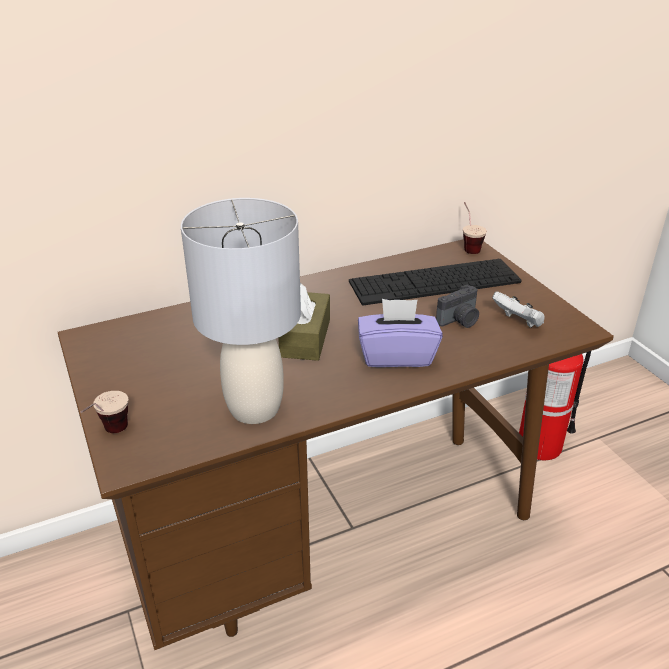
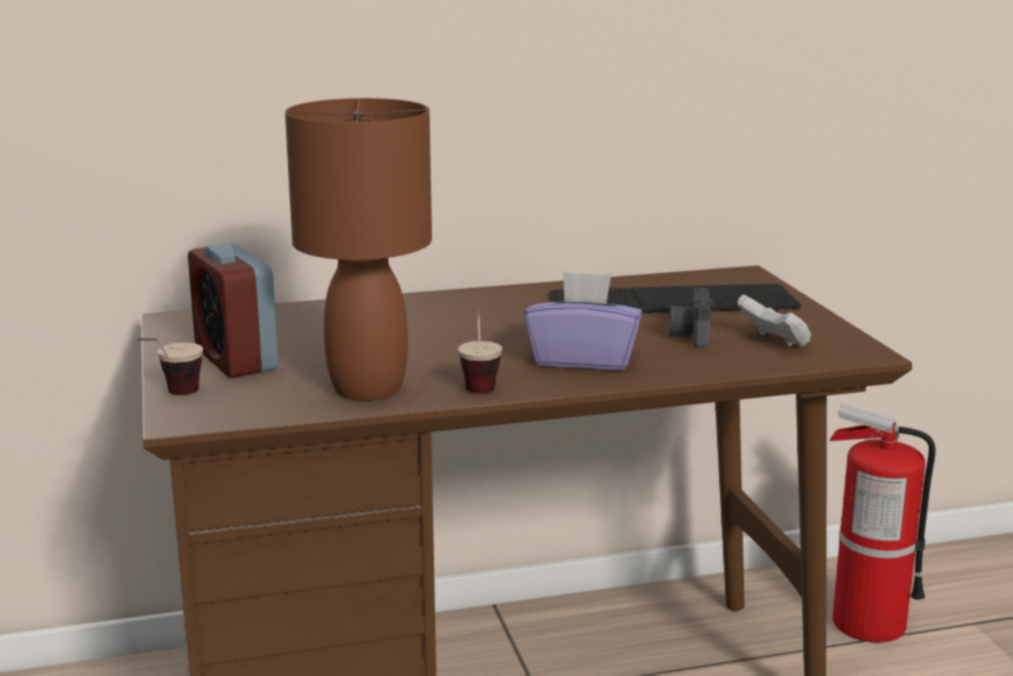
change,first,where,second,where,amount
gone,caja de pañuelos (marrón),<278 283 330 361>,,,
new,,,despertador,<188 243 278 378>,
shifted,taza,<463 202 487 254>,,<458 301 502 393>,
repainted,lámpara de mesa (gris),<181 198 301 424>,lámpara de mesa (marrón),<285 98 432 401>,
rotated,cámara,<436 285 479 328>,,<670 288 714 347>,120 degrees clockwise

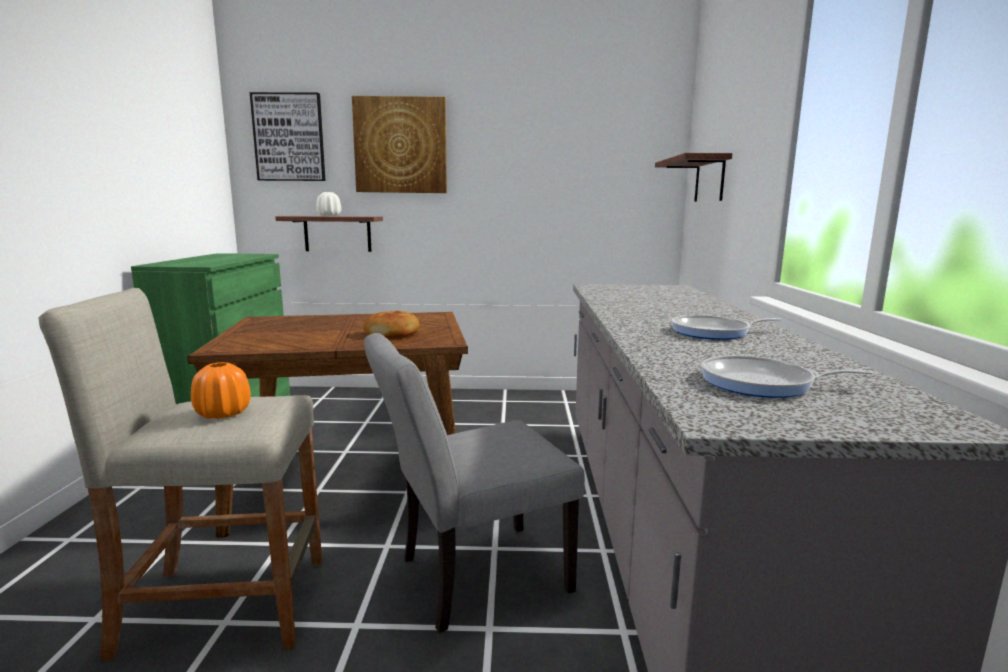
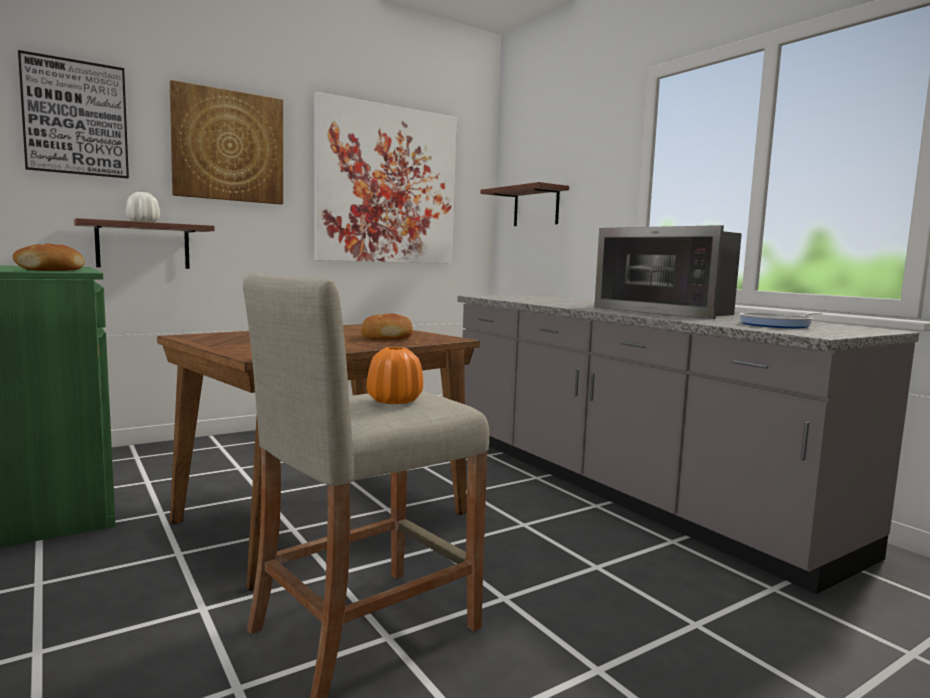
change,first,where,second,where,amount
gone,silla (gris),<364 333 585 633>,,,
new,,,pan,<13 244 85 271>,
new,,,cuadro,<314 92 457 264>,
swapped,sartén,<671 315 782 340>,microondas,<594 225 742 319>,

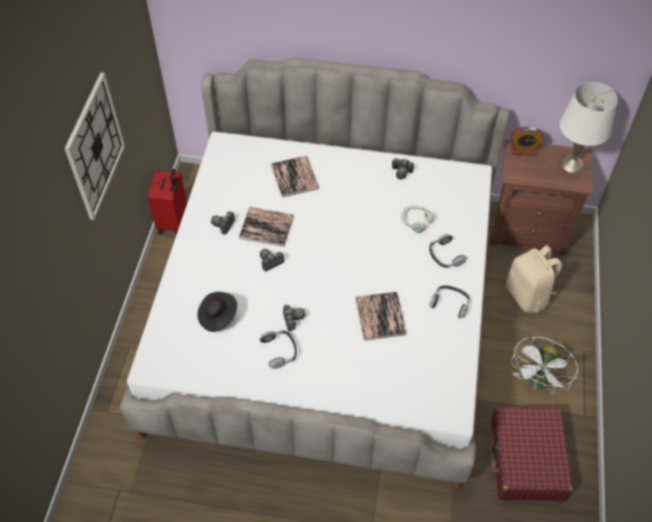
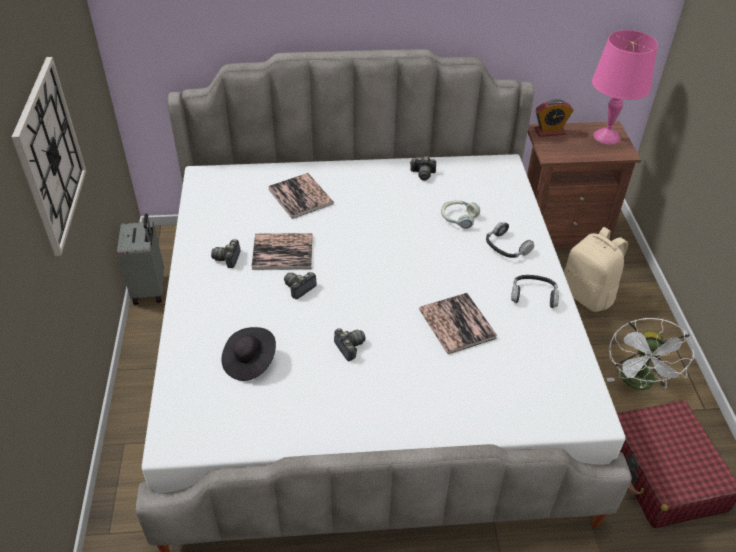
change,first,where,second,where,amount
gone,auriculares,<260 330 297 369>,,,
repainted,maleta (rojo),<148 169 187 235>,maleta (gris),<117 213 164 305>,
repainted,lámpara de mesa (blanco),<560 82 618 173>,lámpara de mesa (rosa),<592 30 658 145>,

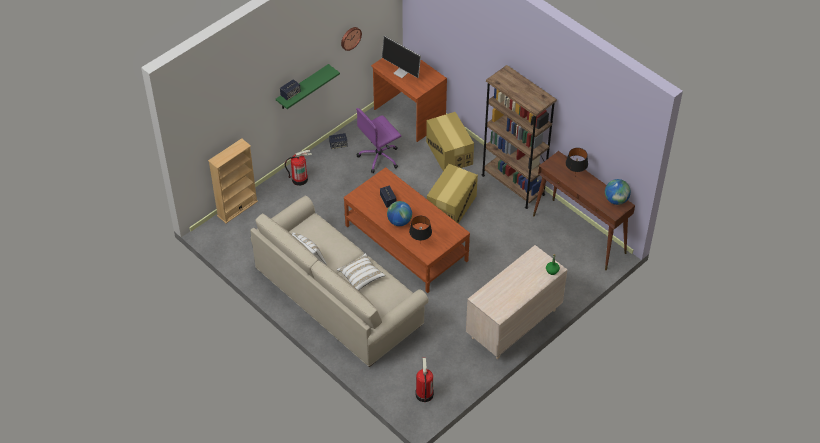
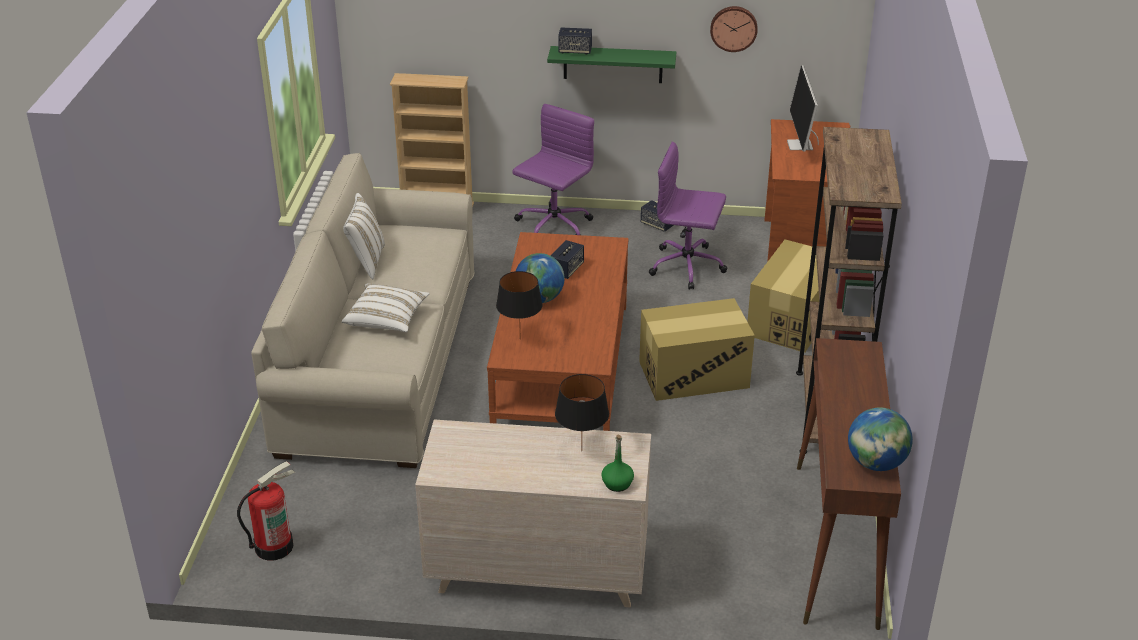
change,first,where,second,where,amount
shifted,lámpara de mesa (negro),<566 148 588 175>,,<555 374 609 452>,
swapped,extintor,<284 149 312 186>,silla de oficina (morado),<512 104 594 235>,

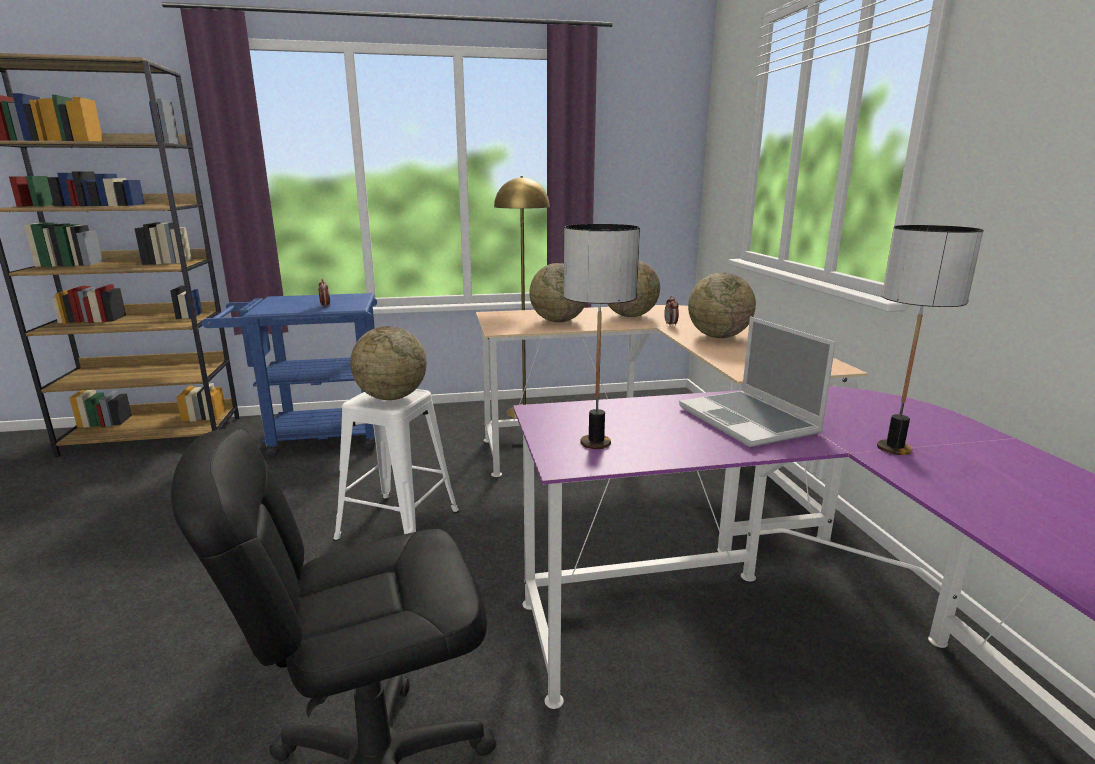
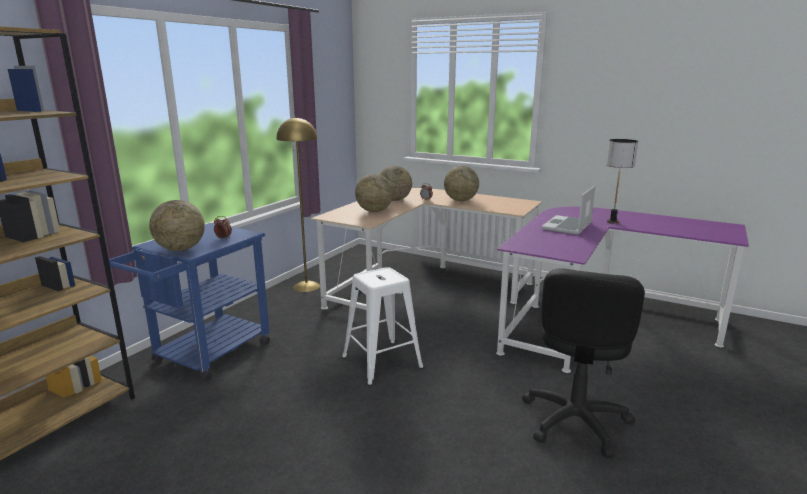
change,first,where,second,where,amount
gone,lámpara de mesa,<563 224 640 449>,,,
shifted,globo terráqueo,<350 326 427 400>,,<149 200 205 251>,
rotated,portátil,<679 317 836 447>,,<541 186 595 235>,105 degrees clockwise

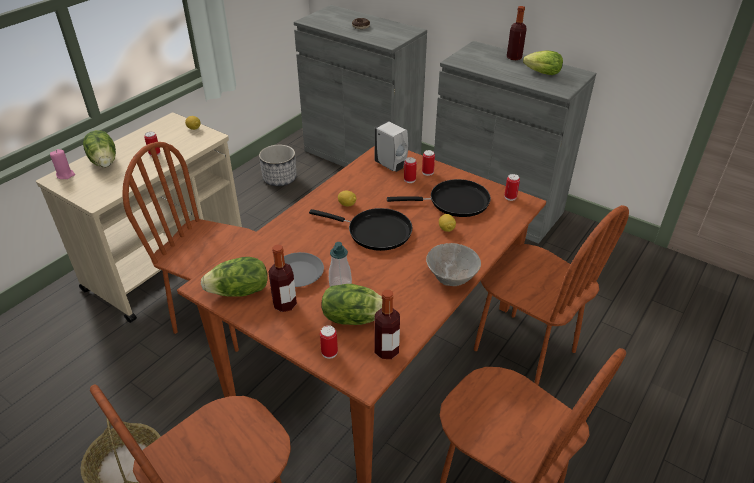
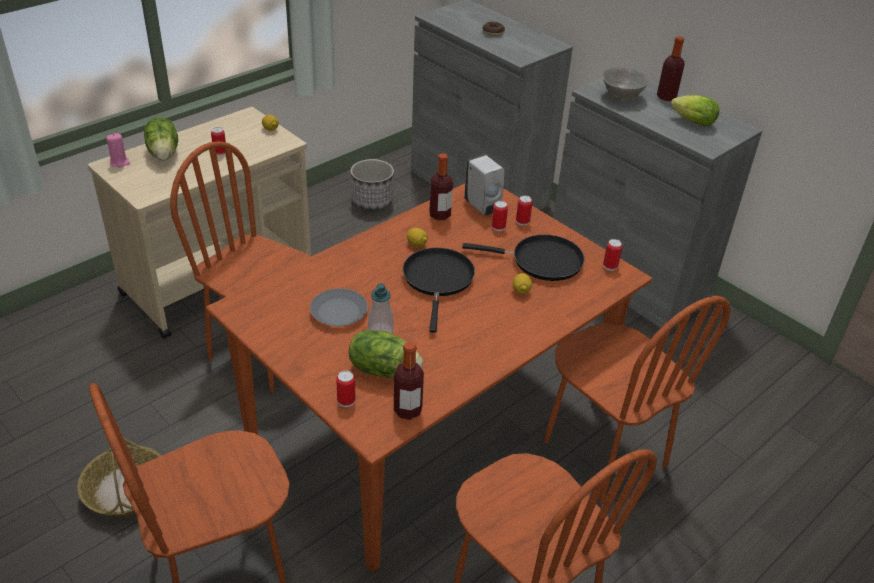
change,first,where,second,where,amount
gone,lechuga,<201 257 268 297>,,,
shifted,botella,<268 244 297 312>,,<429 154 453 220>,
shifted,cuenco (gris),<426 243 481 286>,,<602 67 649 101>,
rotated,sartén (negro),<309 208 412 251>,,<403 248 475 333>,120 degrees counterclockwise

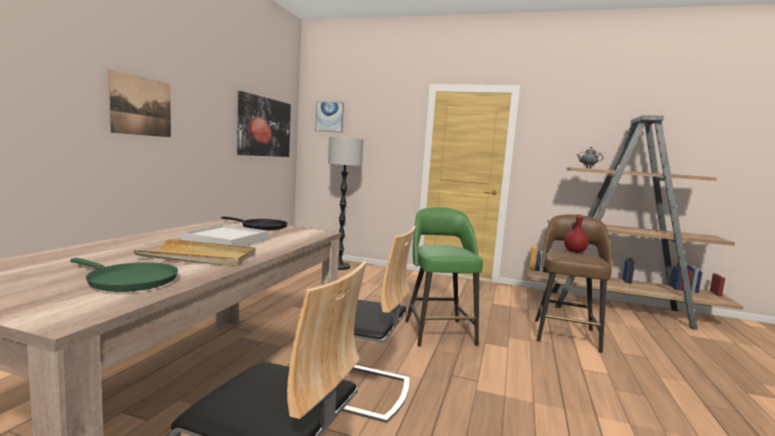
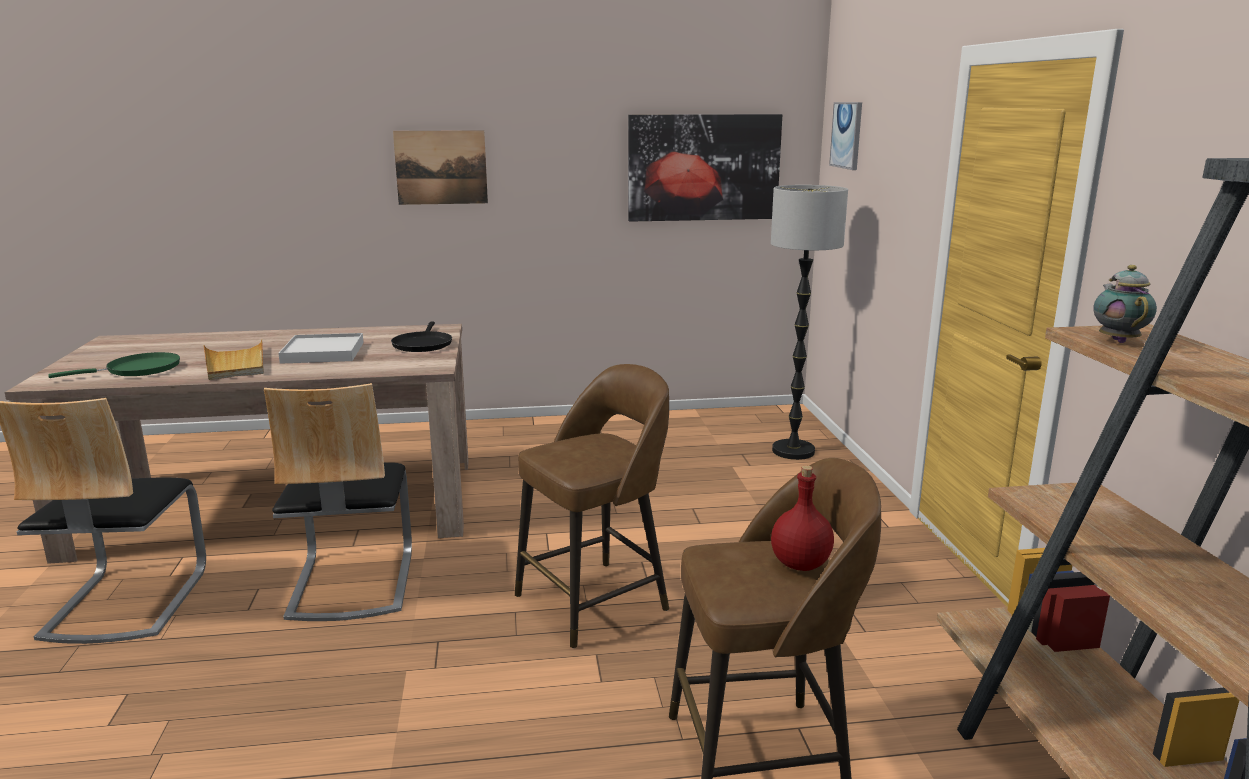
change,first,where,second,where,amount
repainted,taburete (verde),<405 207 483 347>,taburete (marrón),<515 364 669 648>,
rotated,sartén (verde),<70 258 178 292>,,<48 352 180 378>,120 degrees counterclockwise

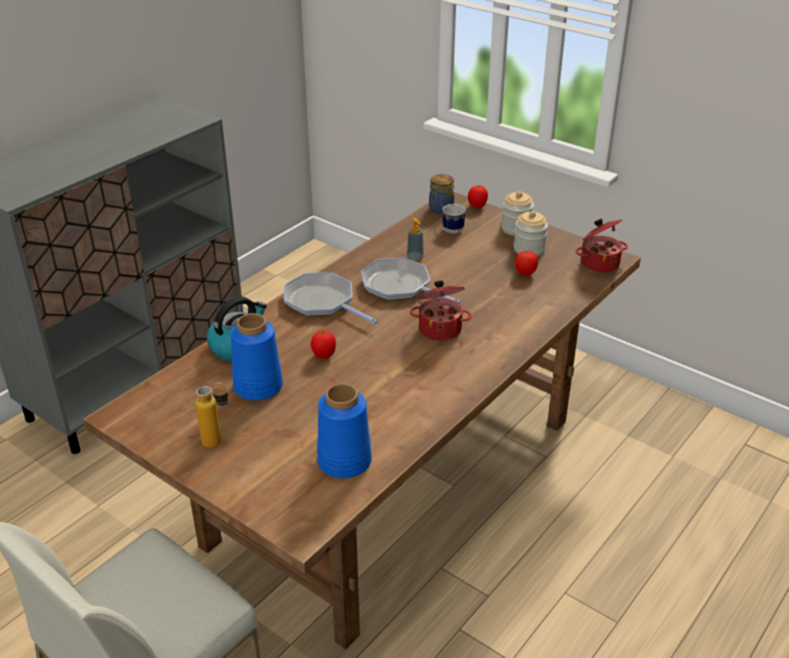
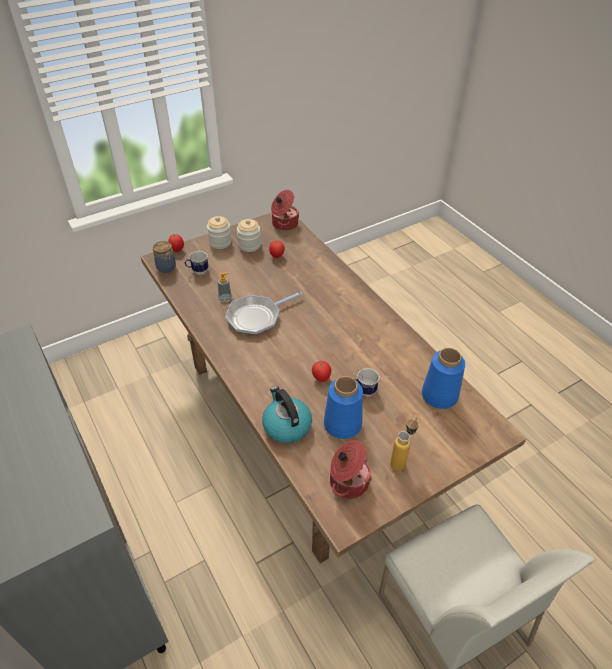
change,first,where,second,where,amount
gone,sartén,<284 272 378 324>,,,
new,,,taza grande,<355 368 380 396>,
shifted,olla,<410 281 472 341>,,<330 440 372 498>,

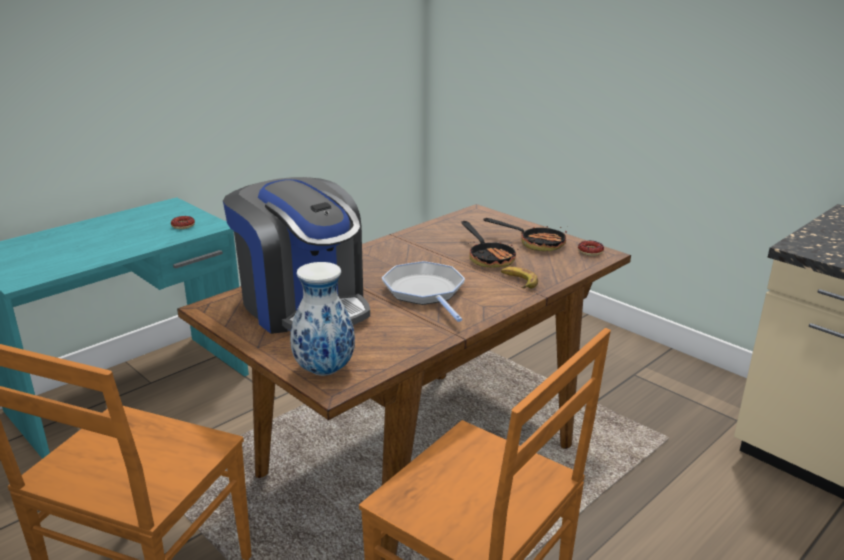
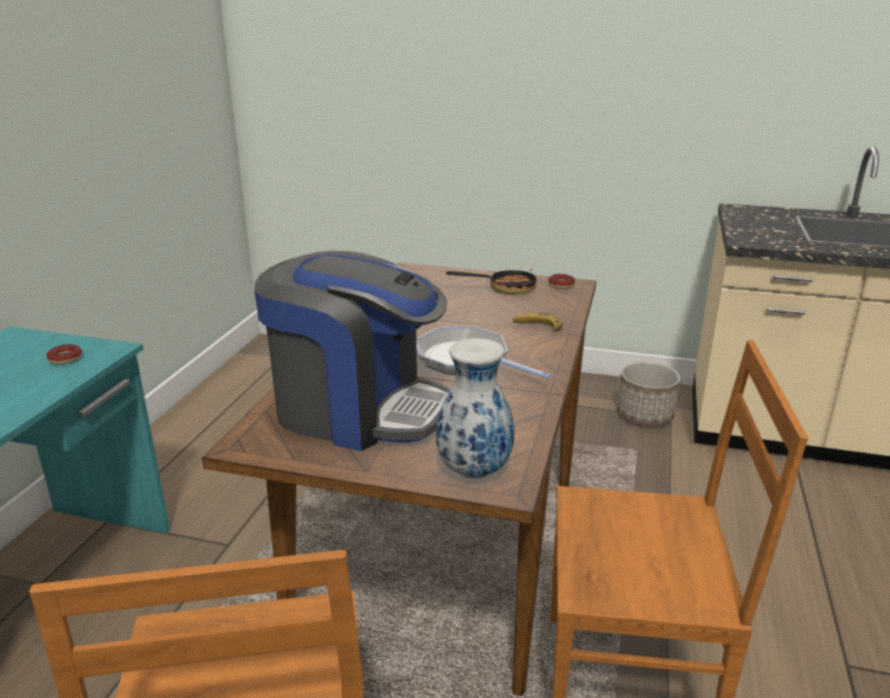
change,first,where,second,where,amount
gone,sartén,<461 221 518 268>,,,
new,,,maceta,<617 362 680 426>,

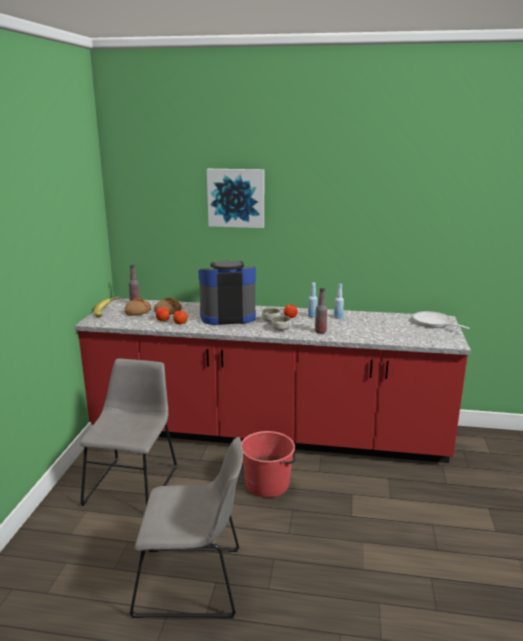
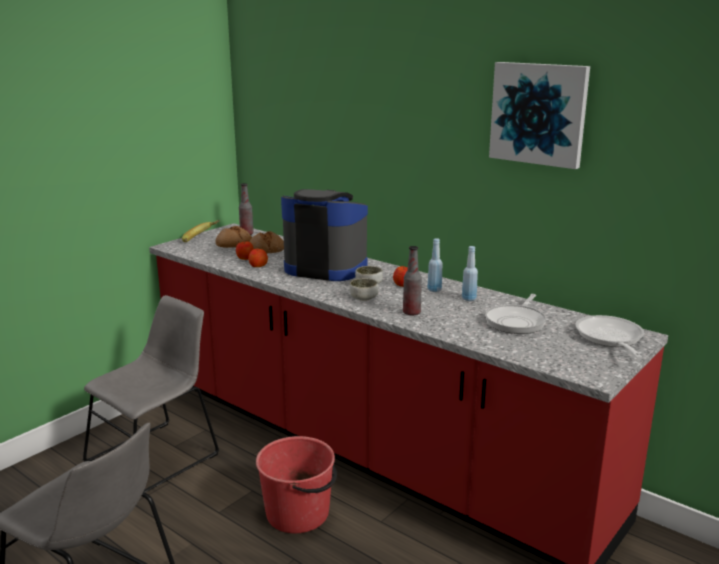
change,first,where,second,where,amount
new,,,sartén,<485 294 546 334>,
shifted,cuadro,<207 169 264 228>,,<489 62 590 169>,

